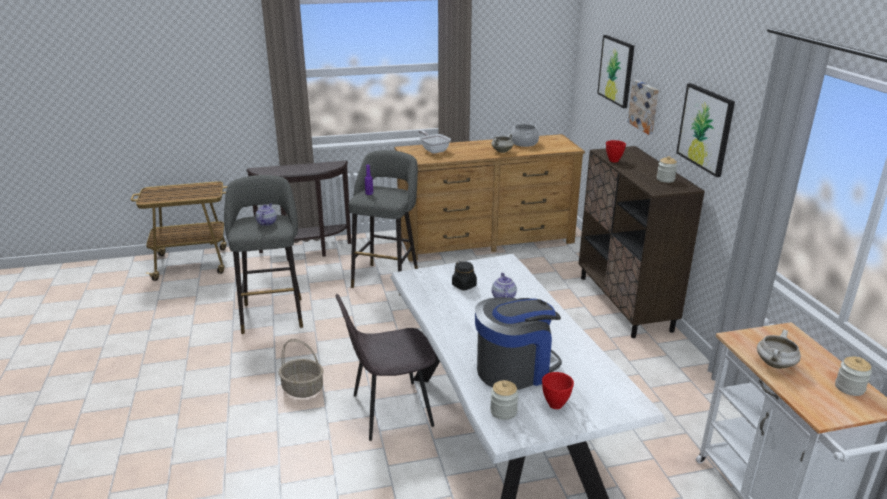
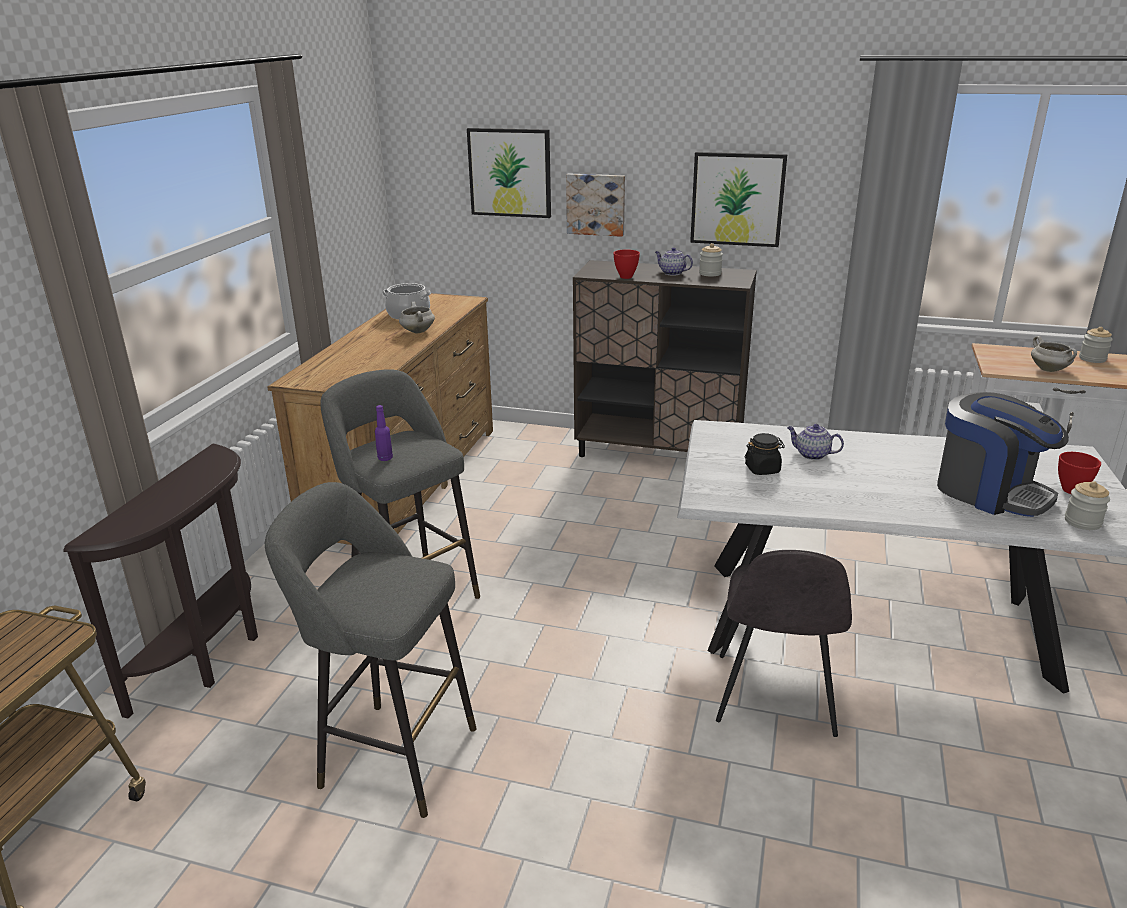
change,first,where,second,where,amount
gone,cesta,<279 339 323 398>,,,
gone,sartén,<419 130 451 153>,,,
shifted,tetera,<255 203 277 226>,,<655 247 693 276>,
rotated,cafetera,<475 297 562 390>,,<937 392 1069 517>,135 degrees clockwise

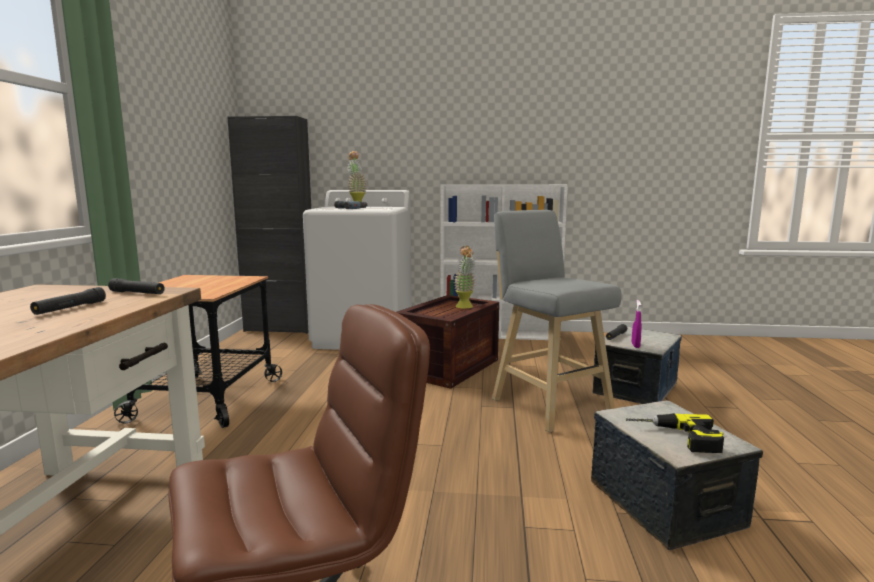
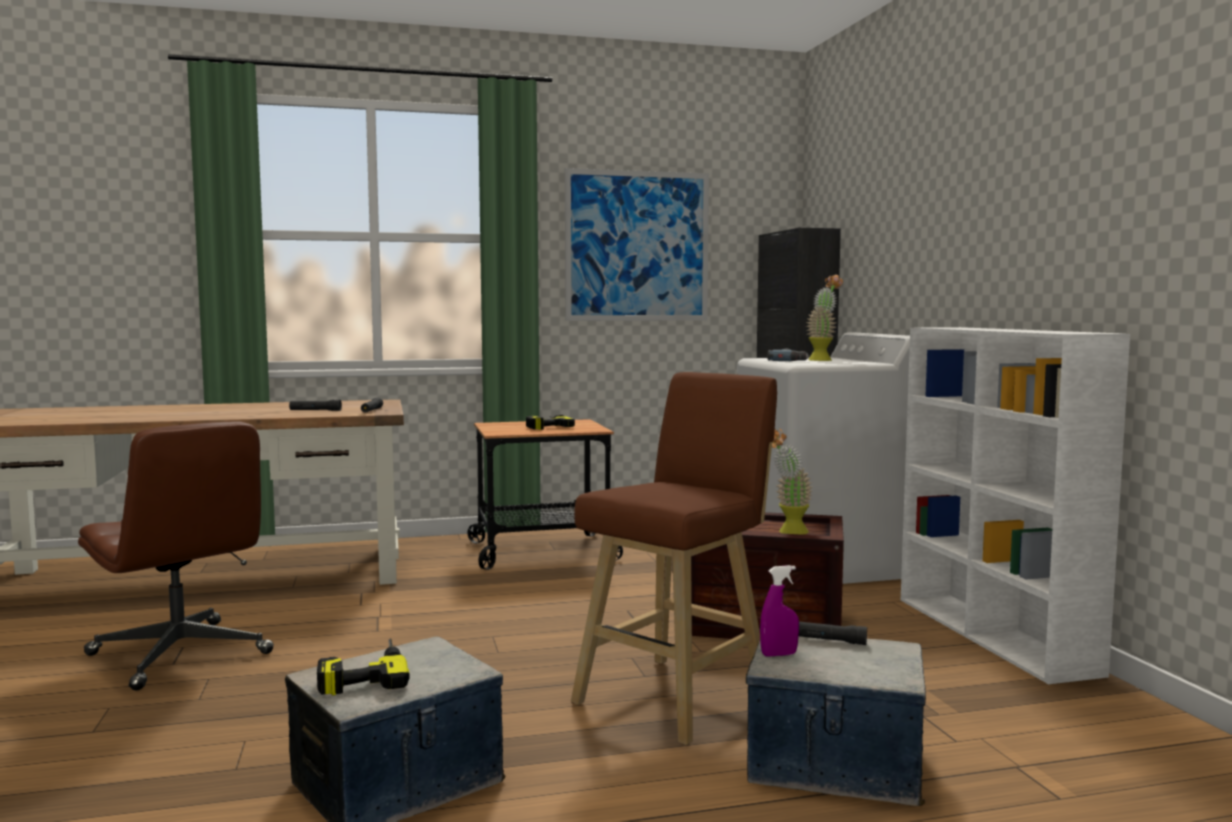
change,first,where,second,where,amount
new,,,taladro,<526 415 575 430>,
new,,,cuadro,<565 168 709 321>,
repainted,taburete (gris),<492 210 622 433>,taburete (marrón),<571 372 777 745>,

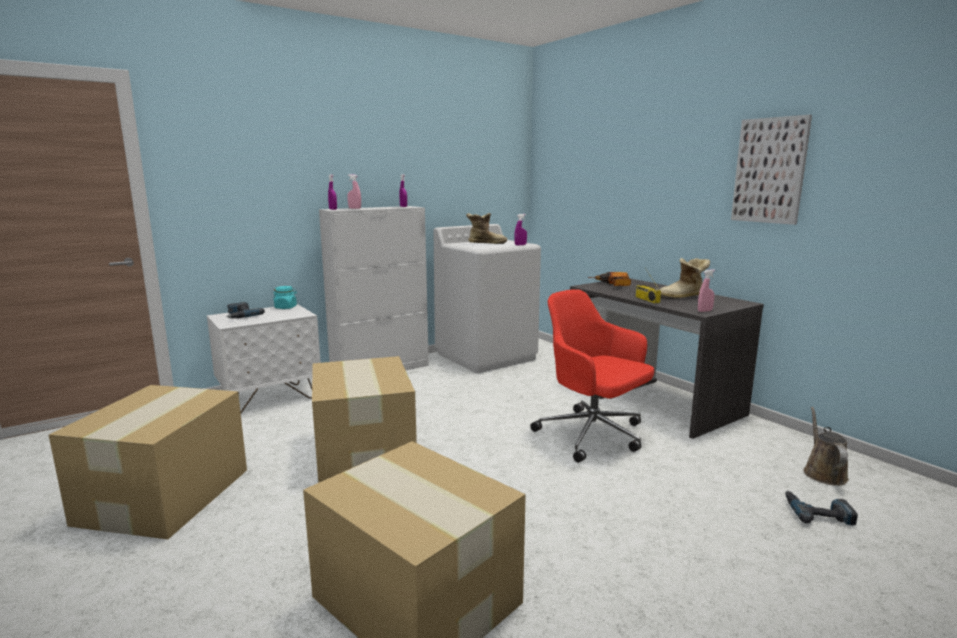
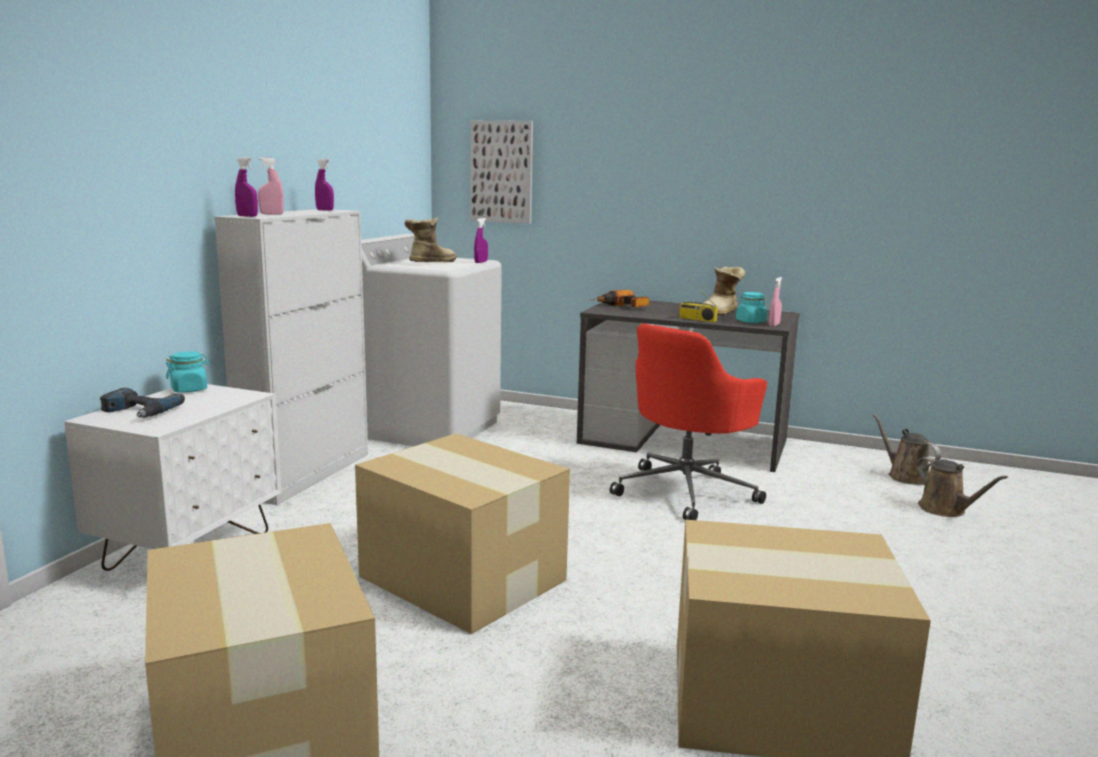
change,first,where,second,where,amount
new,,,tarro (turquesa),<736 292 767 323>,
shifted,cuadro,<731 114 812 225>,,<471 121 533 224>,
swapped,taladro,<785 491 858 525>,regadera (marrón),<916 457 1008 517>,
rotated,silla de oficina (rojo),<530 289 654 463>,,<610 324 767 520>,60 degrees counterclockwise

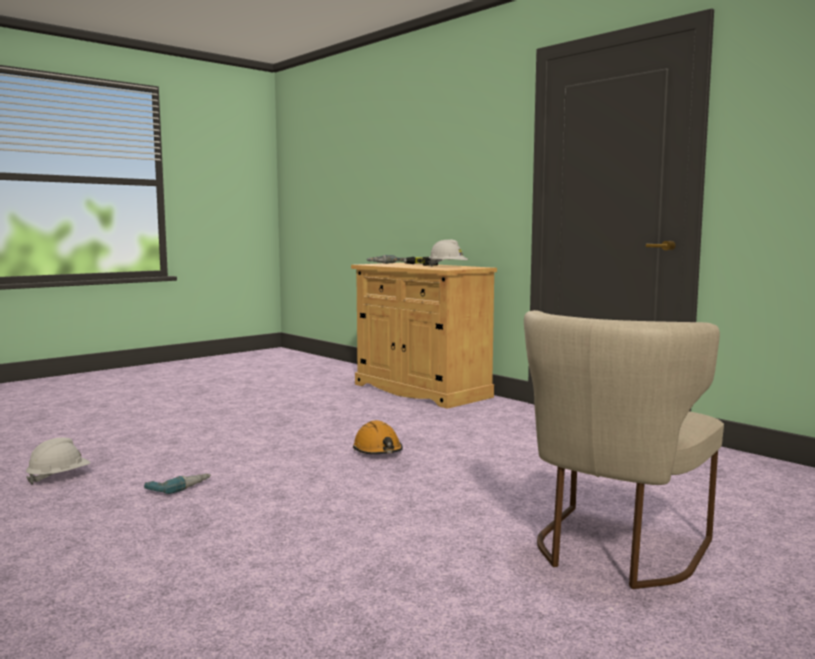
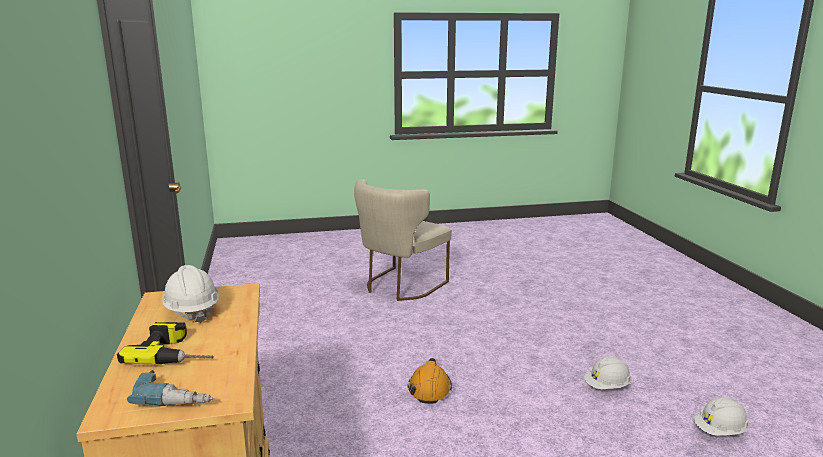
change,first,where,second,where,amount
swapped,taladro,<144 473 211 494>,casco (blanco),<584 356 631 389>,
rotated,silla (beis),<524 310 724 589>,,<354 179 452 301>,150 degrees clockwise

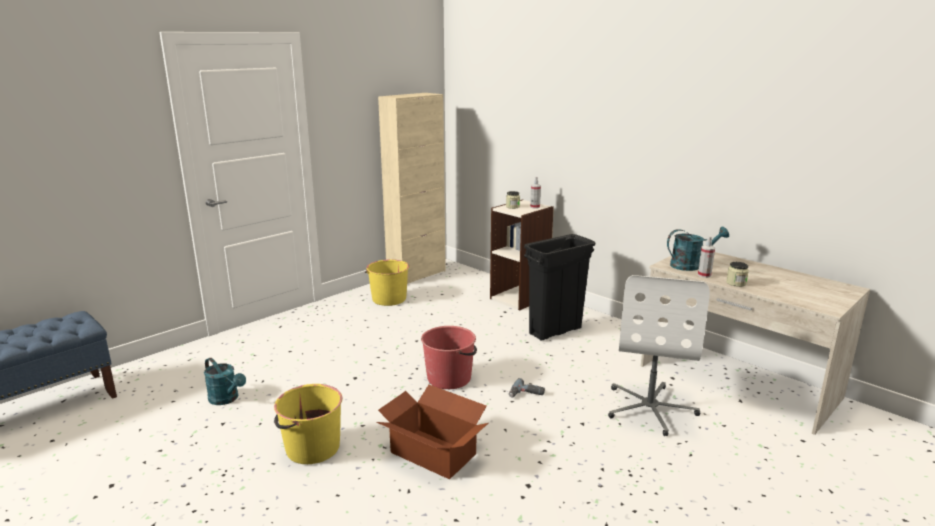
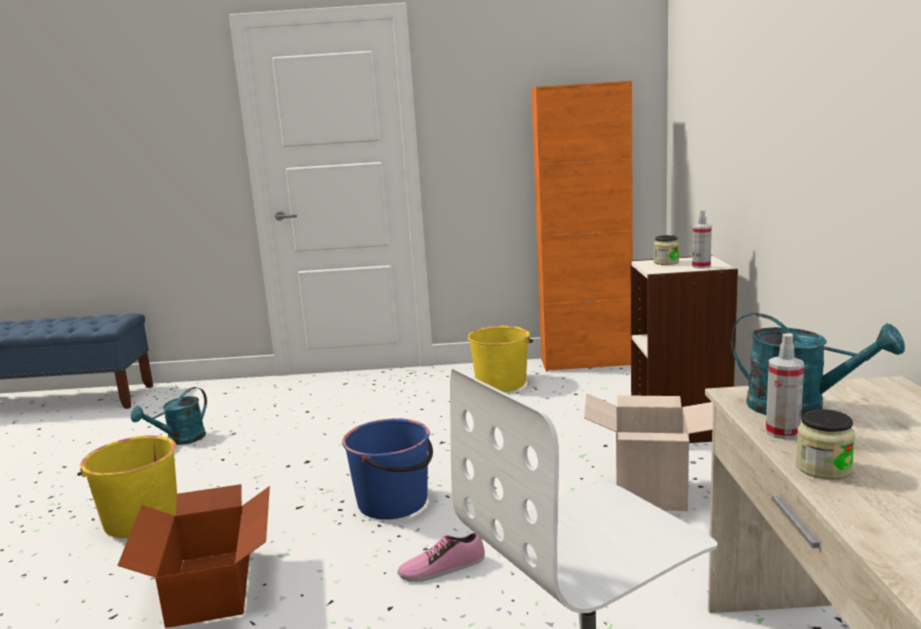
change,first,where,second,where,amount
swapped,taladro,<509 378 545 398>,zapato,<398 533 485 582>,
swapped,papelera (negro),<524 234 595 341>,caja de cartón,<584 393 713 511>,
repainted,armario (beis),<378 93 446 284>,armario (naranja),<531 81 633 372>,
repainted,cubo (rojo),<421 326 477 389>,cubo (azul),<342 418 433 520>,
rotated,regadera (turquesa),<204 358 246 405>,,<131 387 207 445>,45 degrees clockwise

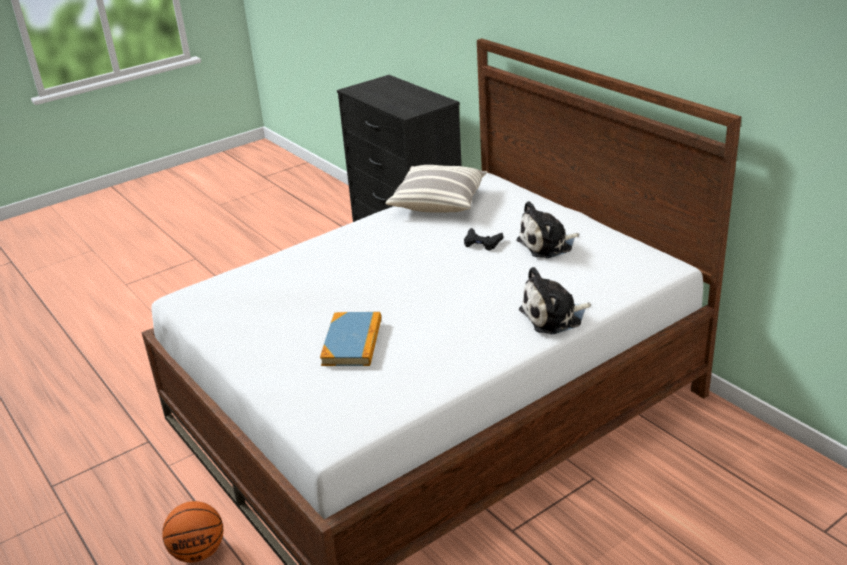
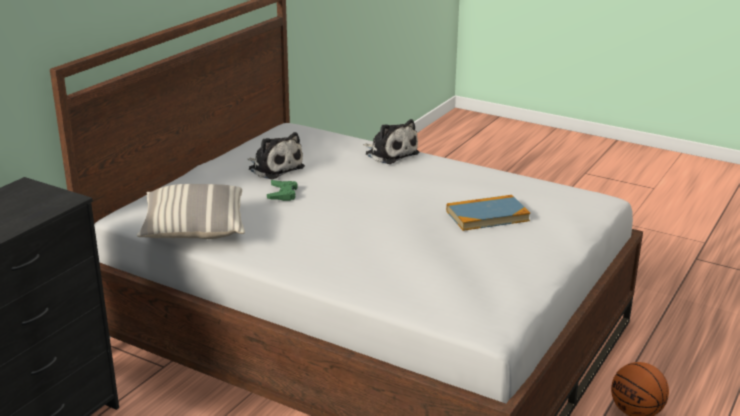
change,first,where,second,where,amount
repainted,mando de consola (negro),<464 228 503 250>,mando de consola (verde),<267 180 298 201>,

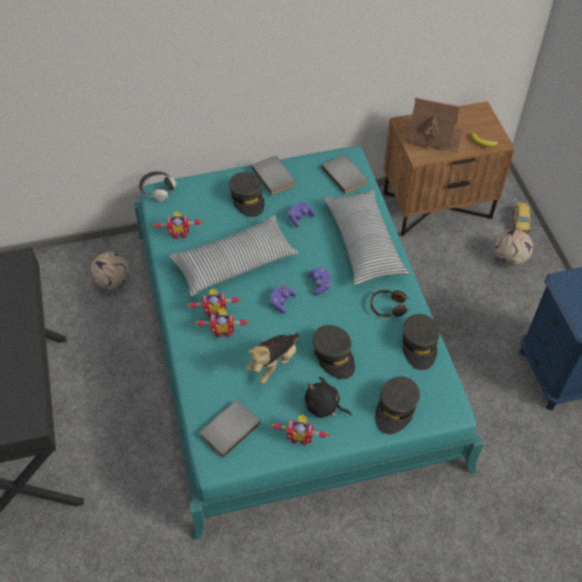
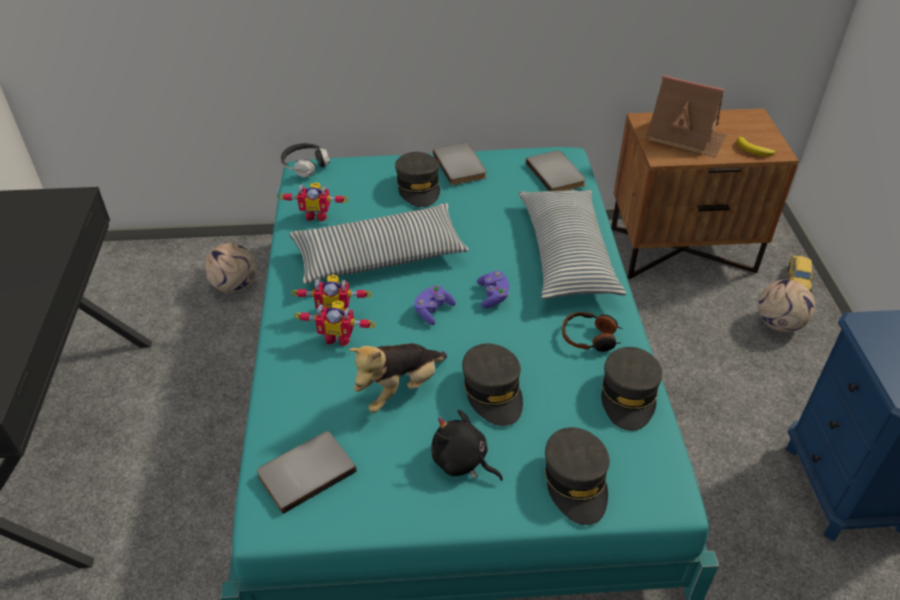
change,first,where,second,where,amount
gone,robot de juguete,<270 415 330 445>,,,
gone,mando de consola (morado),<288 202 315 227>,,,
rotated,gorra (gris),<375 377 420 434>,,<544 427 610 525>,45 degrees counterclockwise

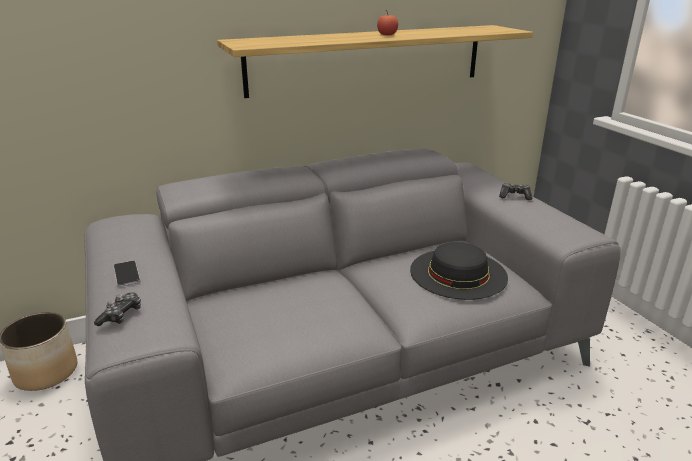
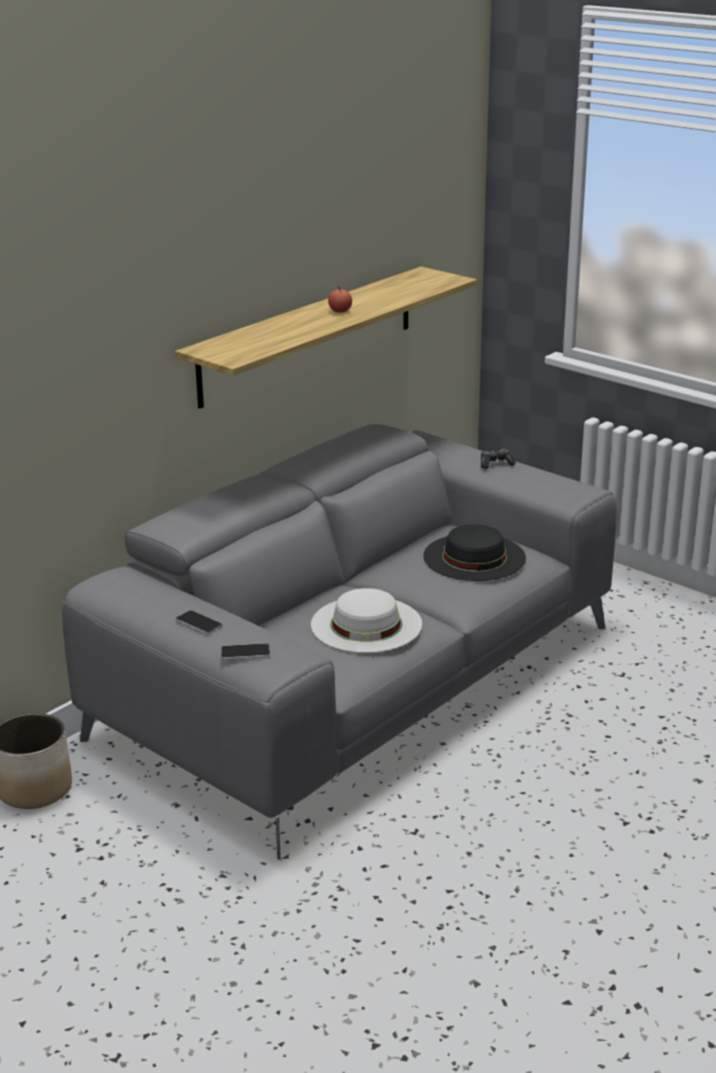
change,first,where,second,where,amount
new,,,sombrero (blanco),<311 588 422 653>,
swapped,mando de consola,<94 292 141 326>,móvil,<221 643 270 660>,

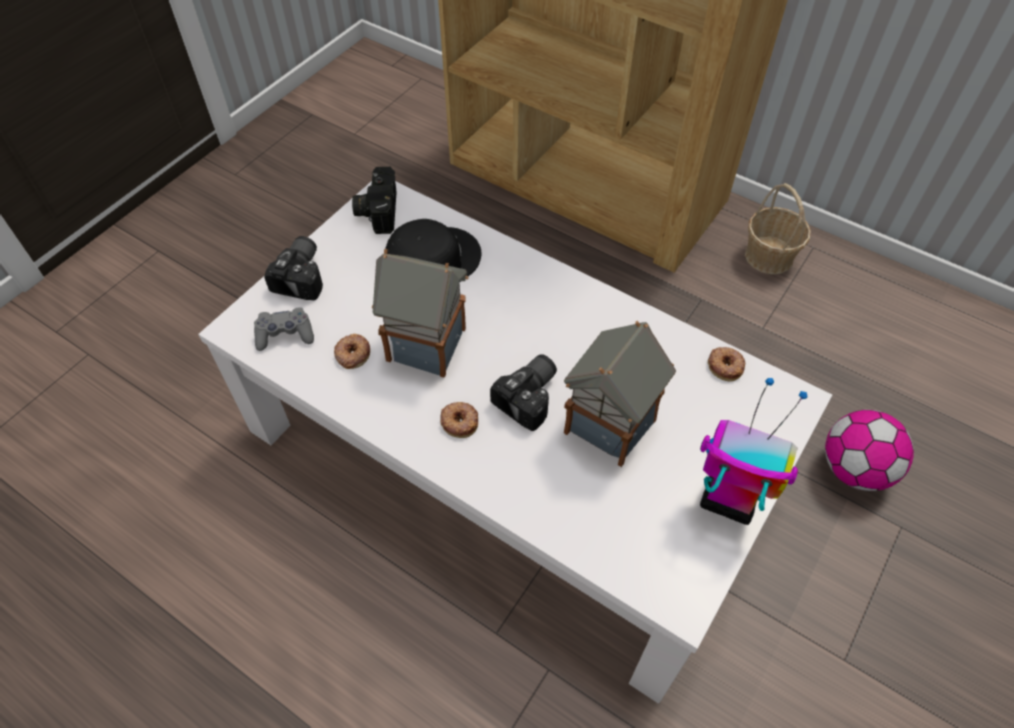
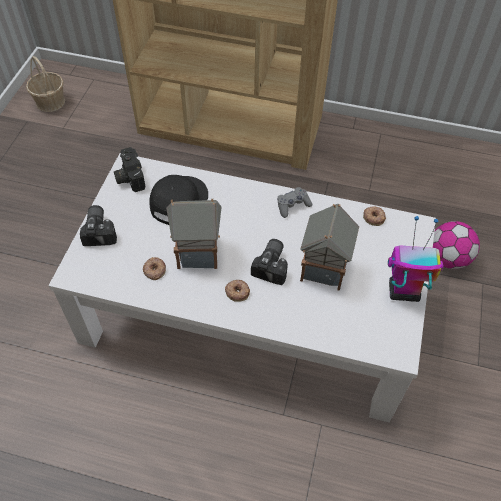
change,first,where,second,where,amount
shifted,mando de consola (gris),<254 307 314 351>,,<277 187 312 218>,
shifted,cesta,<745 183 811 274>,,<26 56 65 112>,

